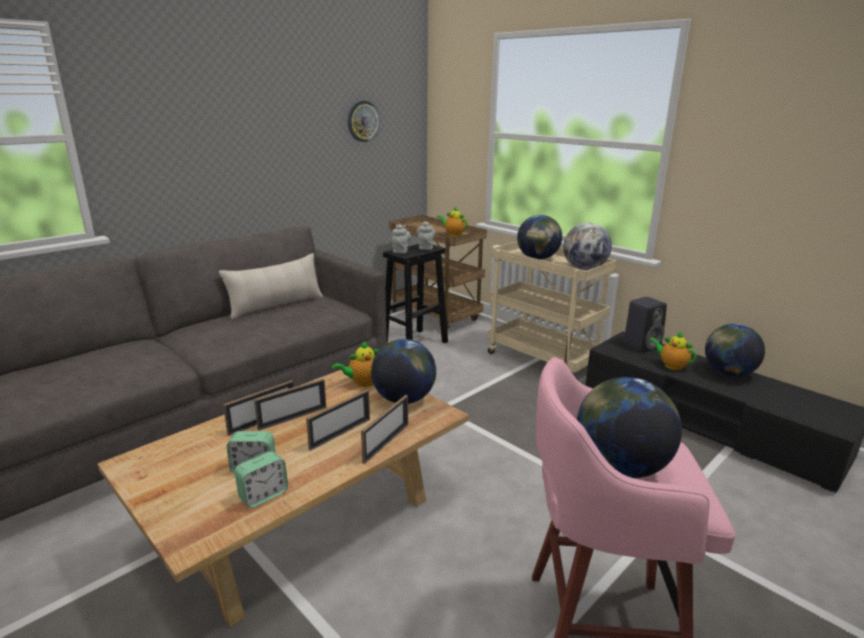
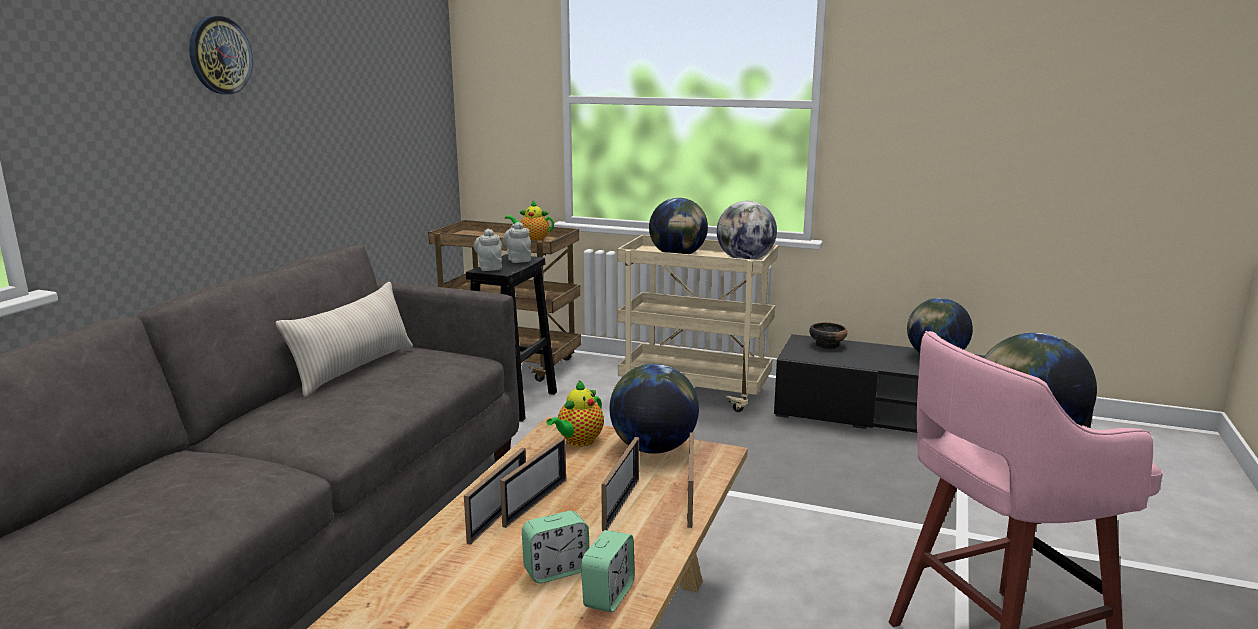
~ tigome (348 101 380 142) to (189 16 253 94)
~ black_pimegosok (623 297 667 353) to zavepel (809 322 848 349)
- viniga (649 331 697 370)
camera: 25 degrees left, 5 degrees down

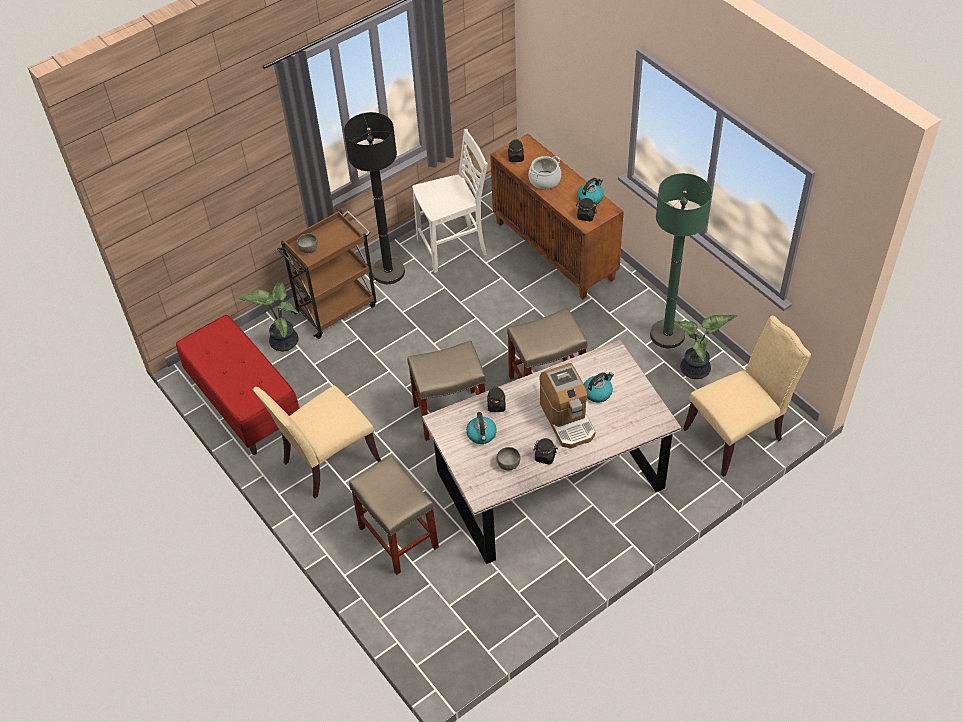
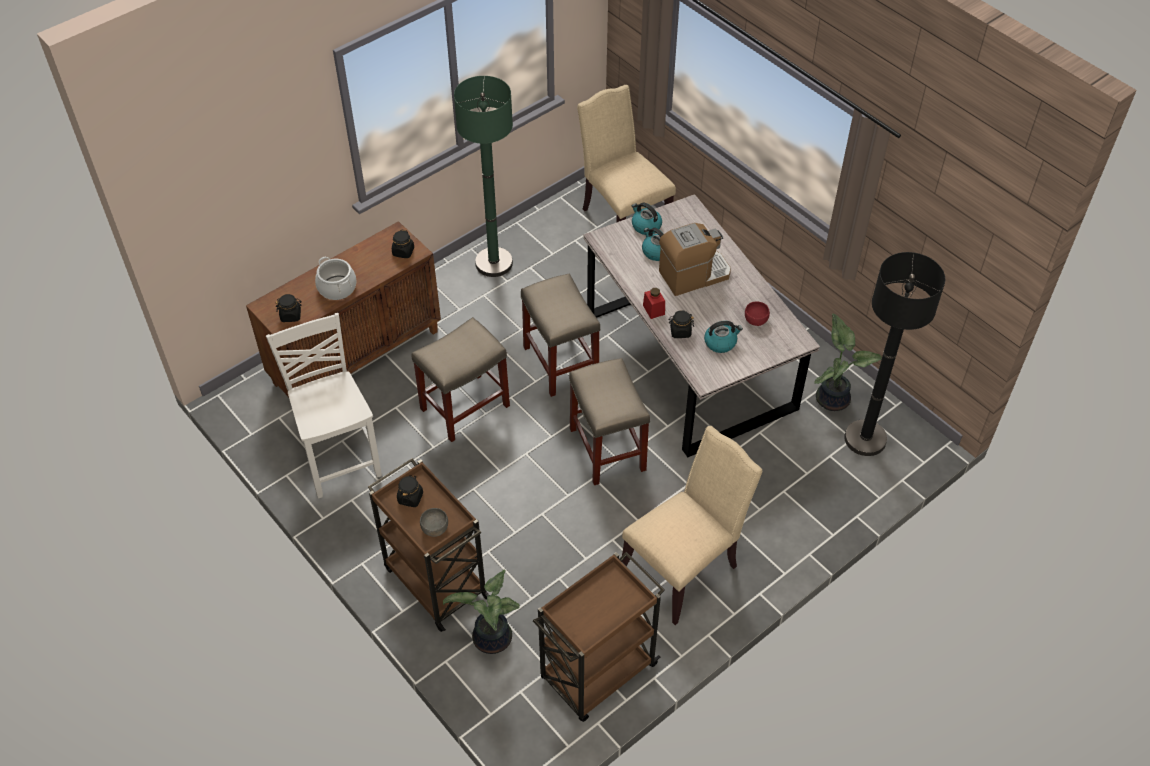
~ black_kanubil (344 112 405 284) to (844 252 945 456)
~ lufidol (577 178 604 205) to (632 203 662 235)
~ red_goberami (176 315 300 455) to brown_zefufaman (533 552 665 722)
~ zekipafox (674 315 738 379) to (814 314 882 411)
~ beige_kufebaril (253 386 381 498) = (622 426 762 625) 90 degrees counterclockwise
~ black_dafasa (533 438 558 465) to (397 475 423 507)
~ grey_zavepel (496 447 520 470) to red_zavepel (745 301 770 326)
~ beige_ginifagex (349 456 439 575) to (411 317 510 442)
+ red_dafasa (643 288 665 319)
camera: 95 degrees left, 0 degrees up

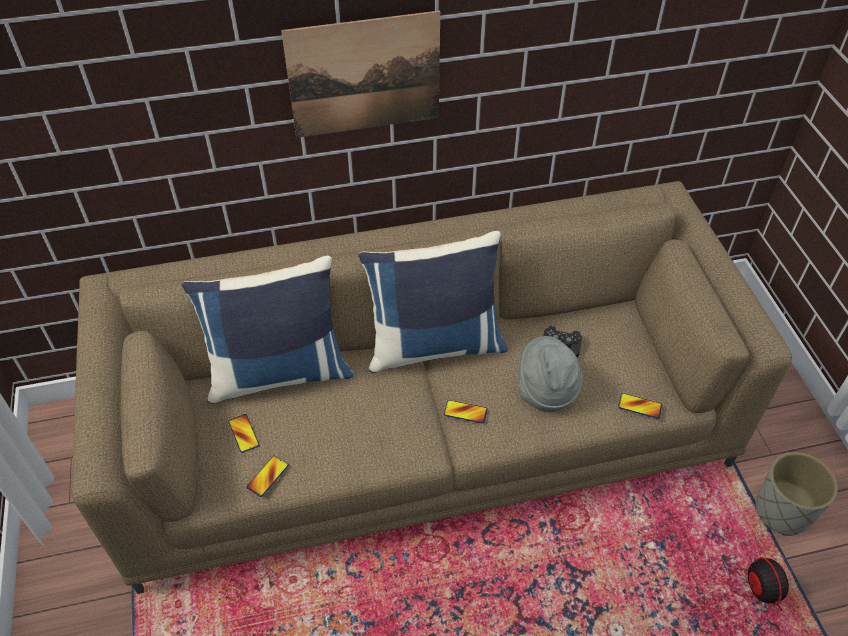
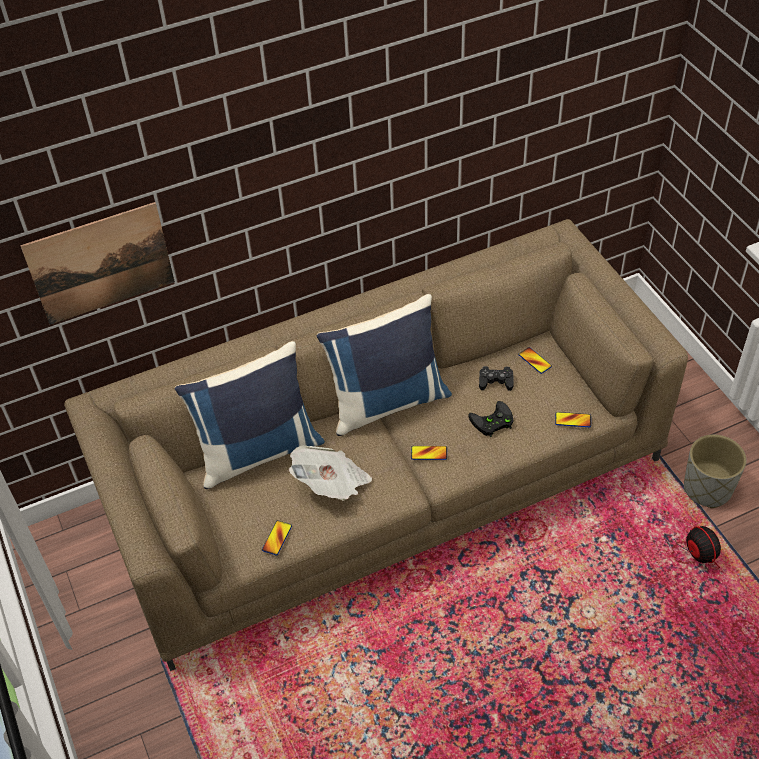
~ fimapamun (281 11 440 138) to (20 202 175 325)
~ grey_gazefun (518 336 583 412) to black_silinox (469 401 513 437)
~ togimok (228 414 259 453) to (518 347 552 374)
+ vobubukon (288 445 372 500)
camera: 10 degrees left, 0 degrees up

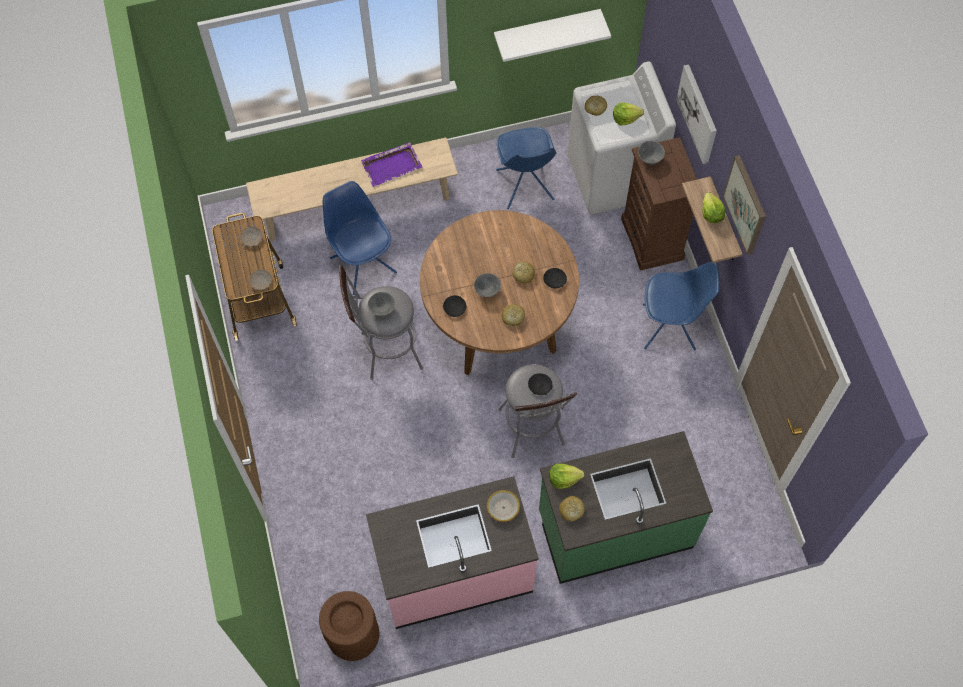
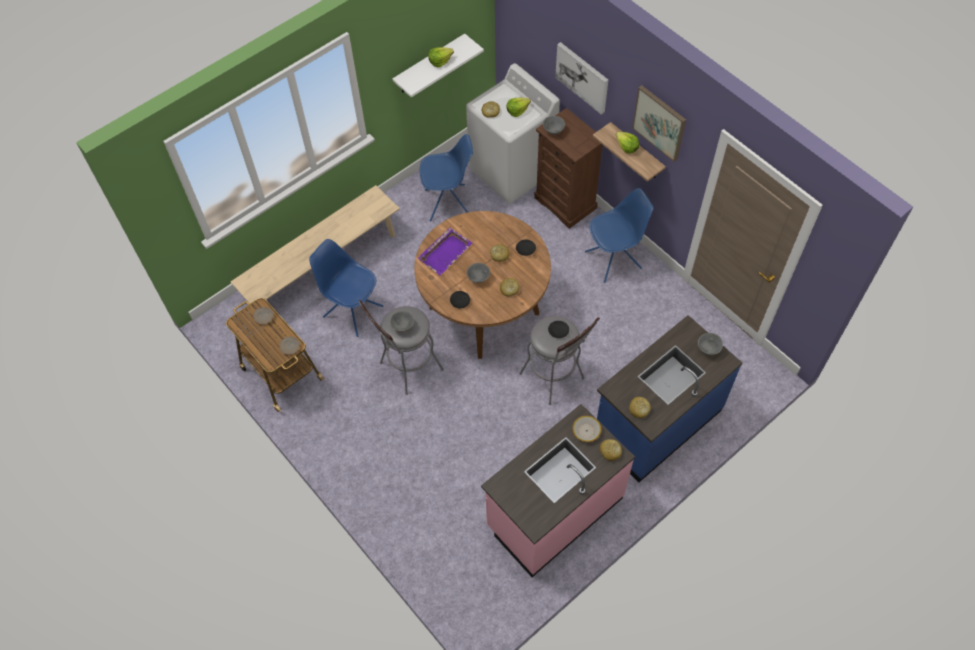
~ blue_kufebaril (496 127 557 209) = (420 134 473 221) 60 degrees counterclockwise
~ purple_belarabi (361 142 423 187) to (417 227 472 276)
~ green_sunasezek (539 431 713 584) to blue_sunasezek (597 315 742 482)
~ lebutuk (549 463 585 489) to (428 47 454 67)
- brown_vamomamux (319 591 380 661)
+ grey_zavepel (698 333 723 355)
+ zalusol (599 439 622 461)
camera: 25 degrees left, 5 degrees down

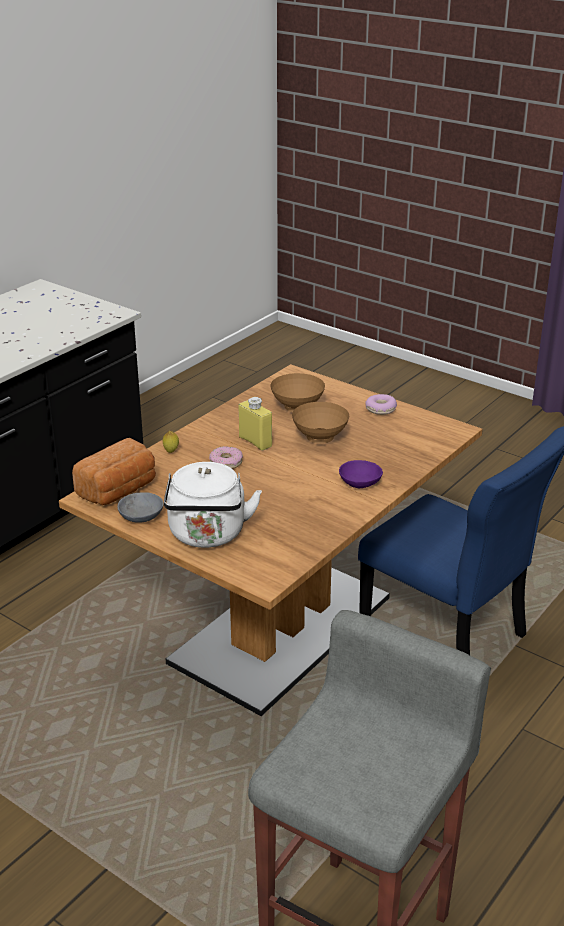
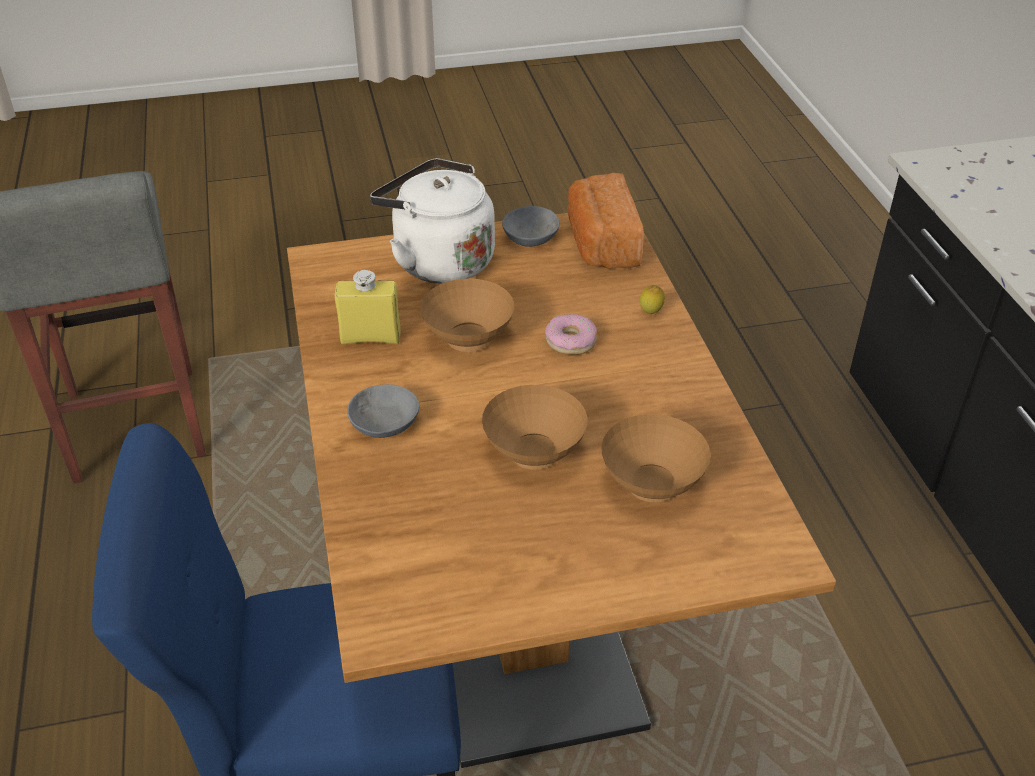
- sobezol (365 394 397 415)
~ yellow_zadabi (238 397 272 451) to (335 270 401 344)
~ purple_zavepel (339 460 383 488) to grey_zavepel (347 384 419 438)
+ brown_zavepel (420 279 514 352)
camera: 130 degrees right, 10 degrees up

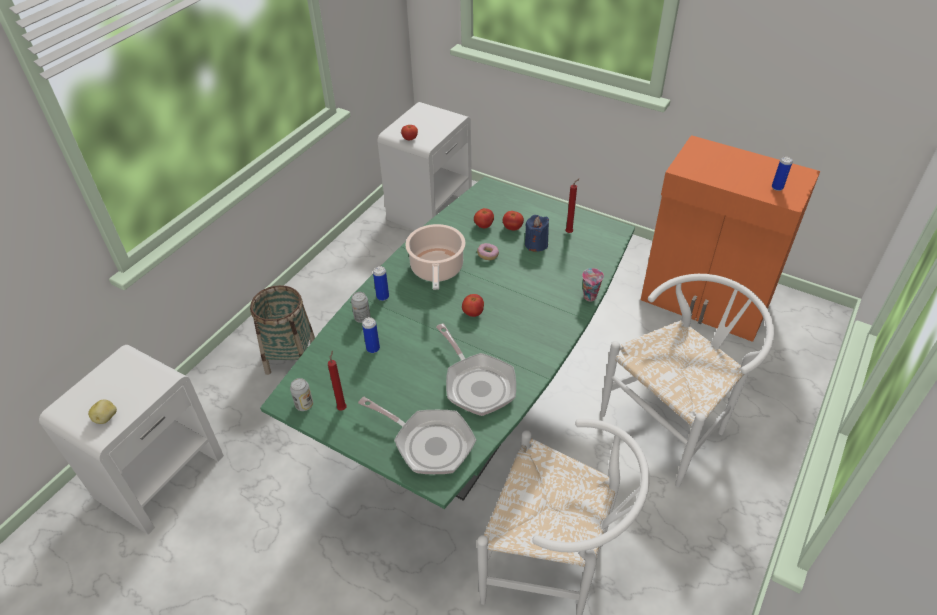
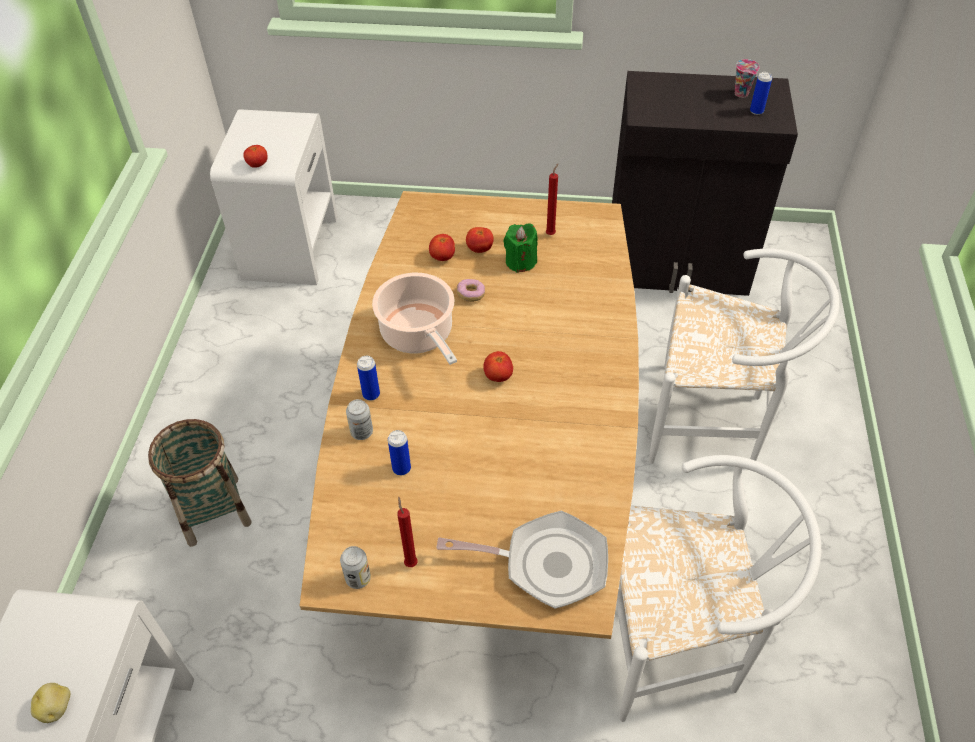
~ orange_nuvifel (641 135 820 342) to black_nuvifel (612 71 798 296)
~ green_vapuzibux (260 177 635 509) to brown_vapuzibux (300 191 639 639)
~ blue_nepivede (525 215 549 252) to green_nepivede (503 223 538 273)
~ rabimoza (582 268 604 301) to (735 59 760 98)
~ white_kufebaril (600 274 774 487) = (649 249 839 464) 75 degrees clockwise
- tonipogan (436 323 516 416)
camera: 25 degrees left, 5 degrees up

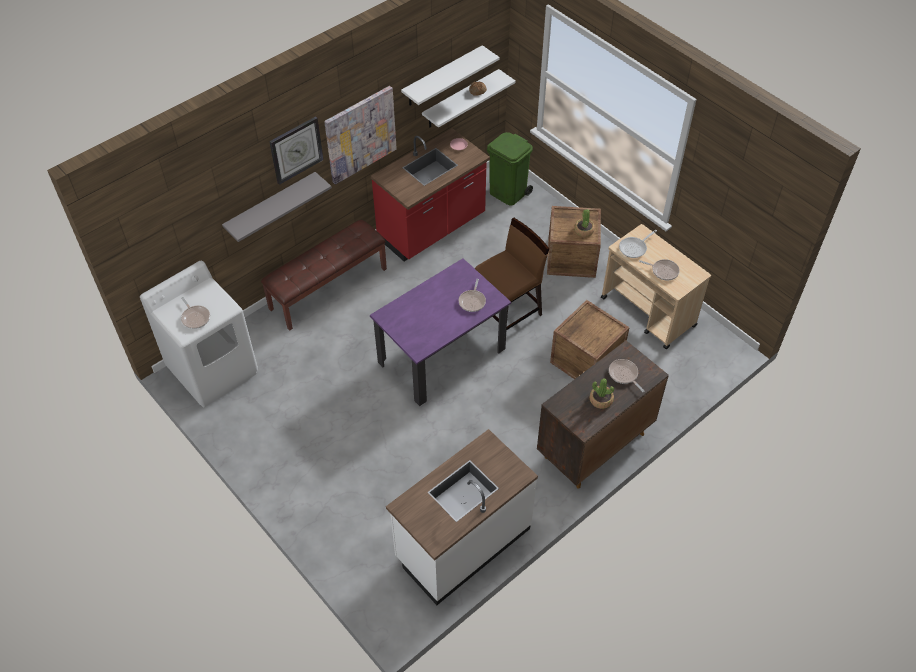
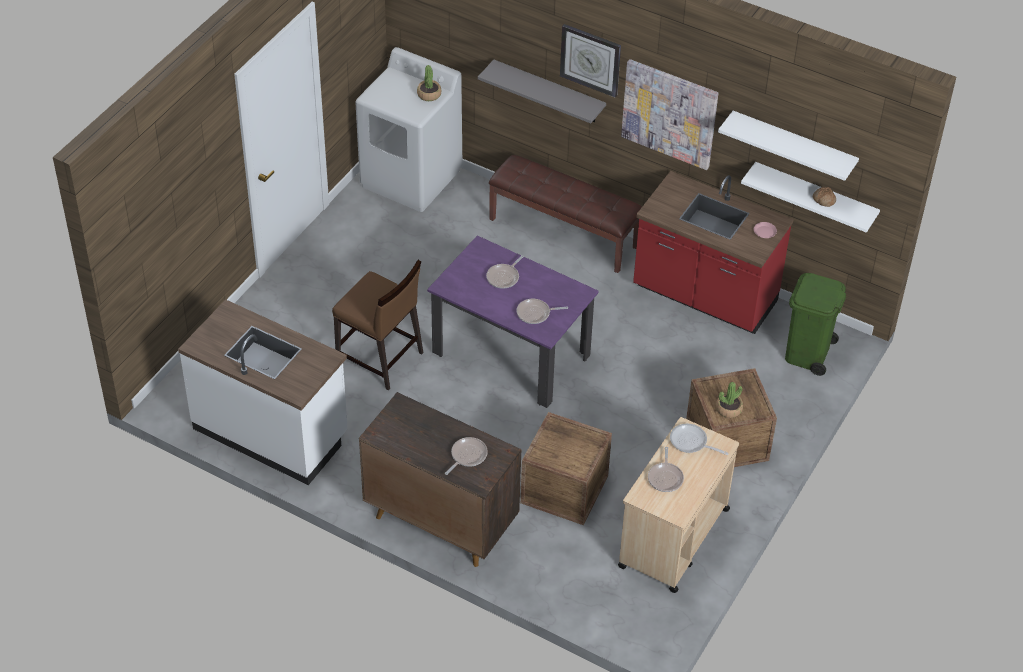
~ brown_kufebaril (475 218 549 330) to (332 260 423 390)
~ tonipogan (181 297 210 329) to (486 255 524 289)
~ zekipafox (590 378 614 409) to (417 65 441 101)
camera: 70 degrees right, 5 degrees down

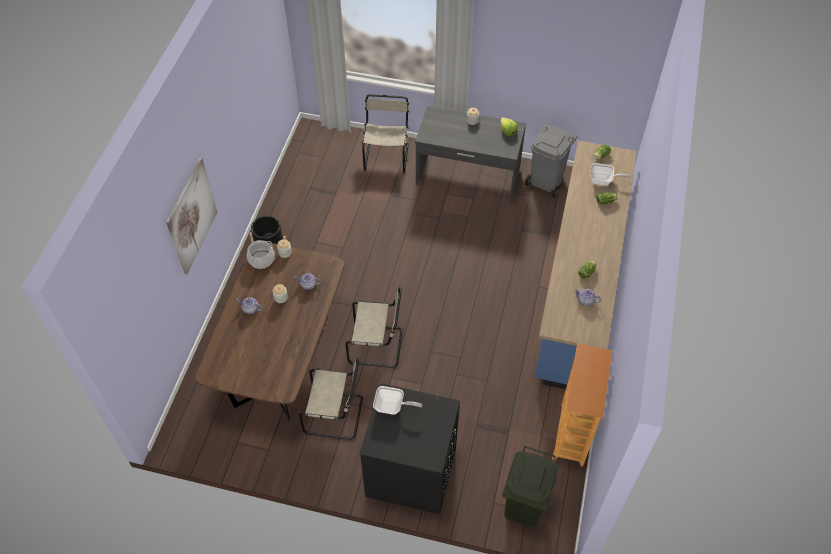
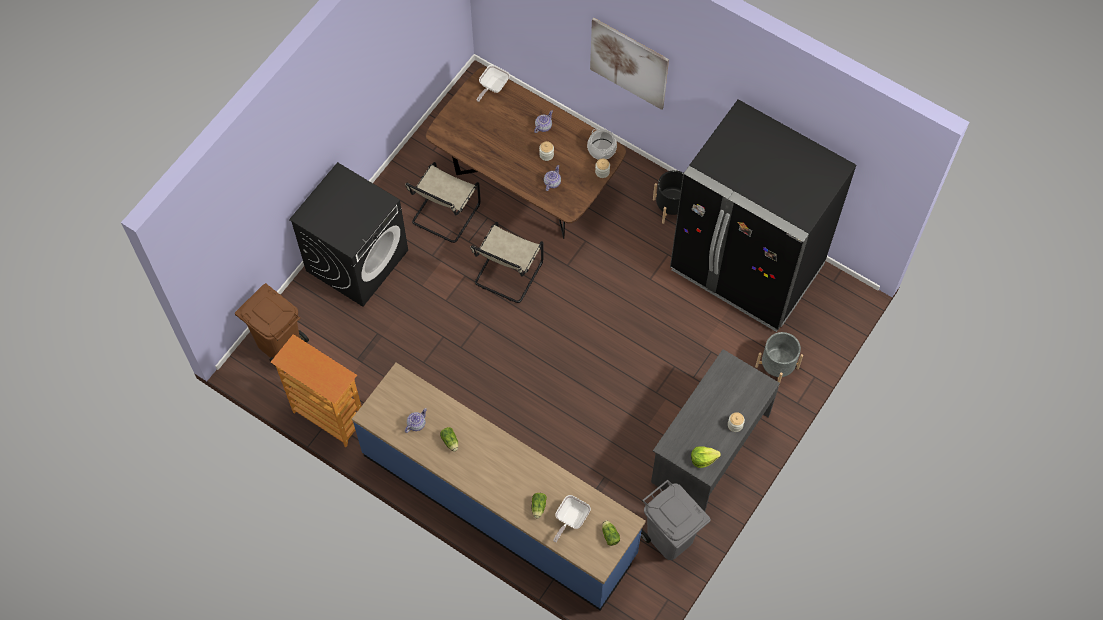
~ beige_kufebaril (362 94 409 173) to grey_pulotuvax (755 332 803 385)
~ tonipogan (373 386 422 415) to (477 65 510 102)
~ green_vamomamux (502 446 559 528) to brown_vamomamux (235 283 309 367)
+ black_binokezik (670 99 856 332)
camera: 110 degrees right, 10 degrees up

